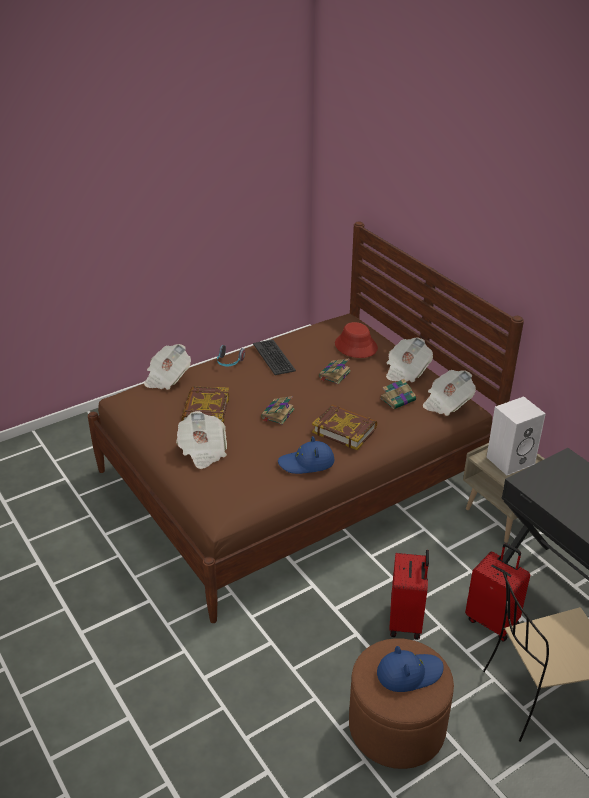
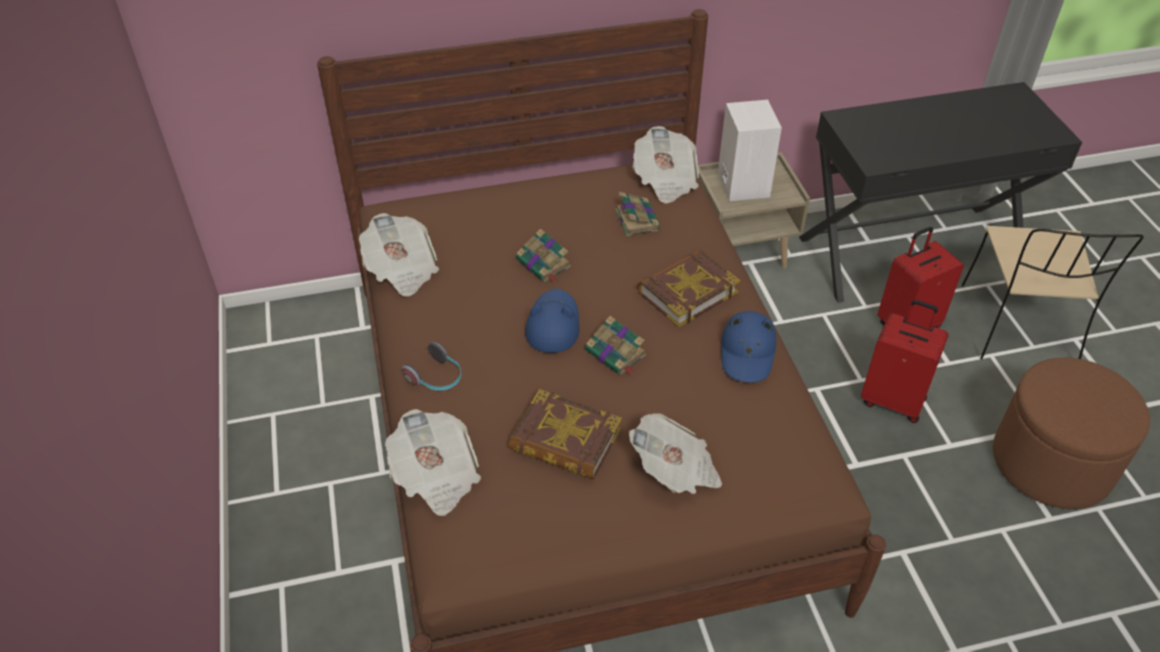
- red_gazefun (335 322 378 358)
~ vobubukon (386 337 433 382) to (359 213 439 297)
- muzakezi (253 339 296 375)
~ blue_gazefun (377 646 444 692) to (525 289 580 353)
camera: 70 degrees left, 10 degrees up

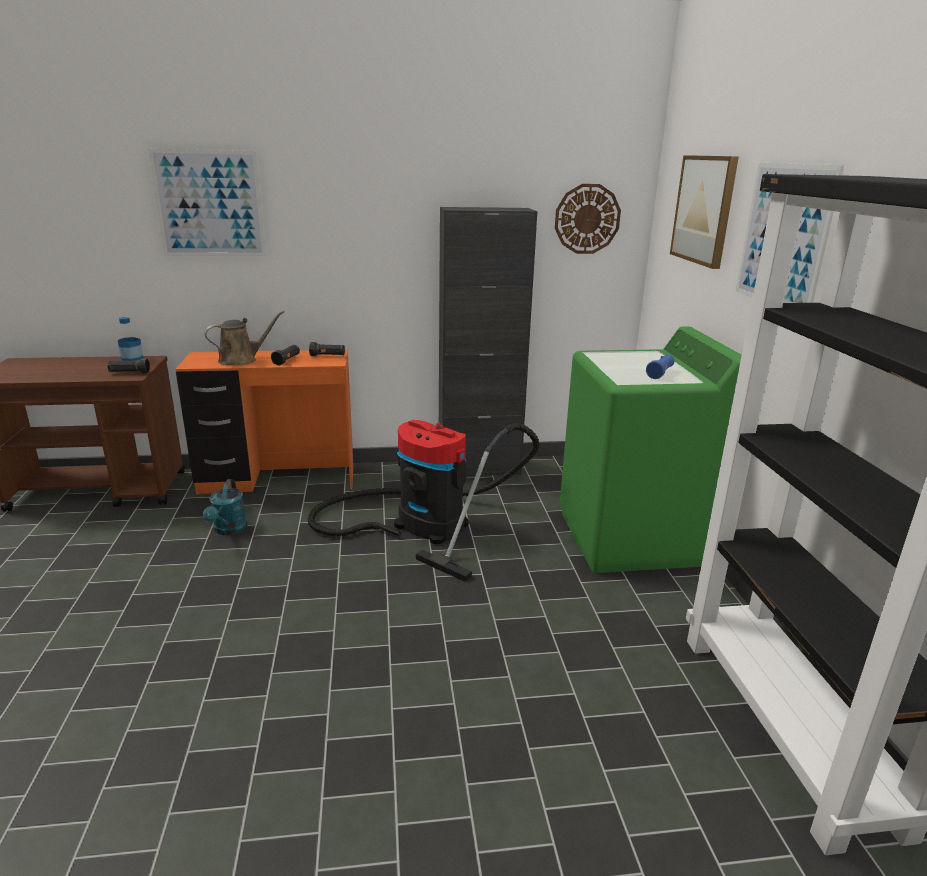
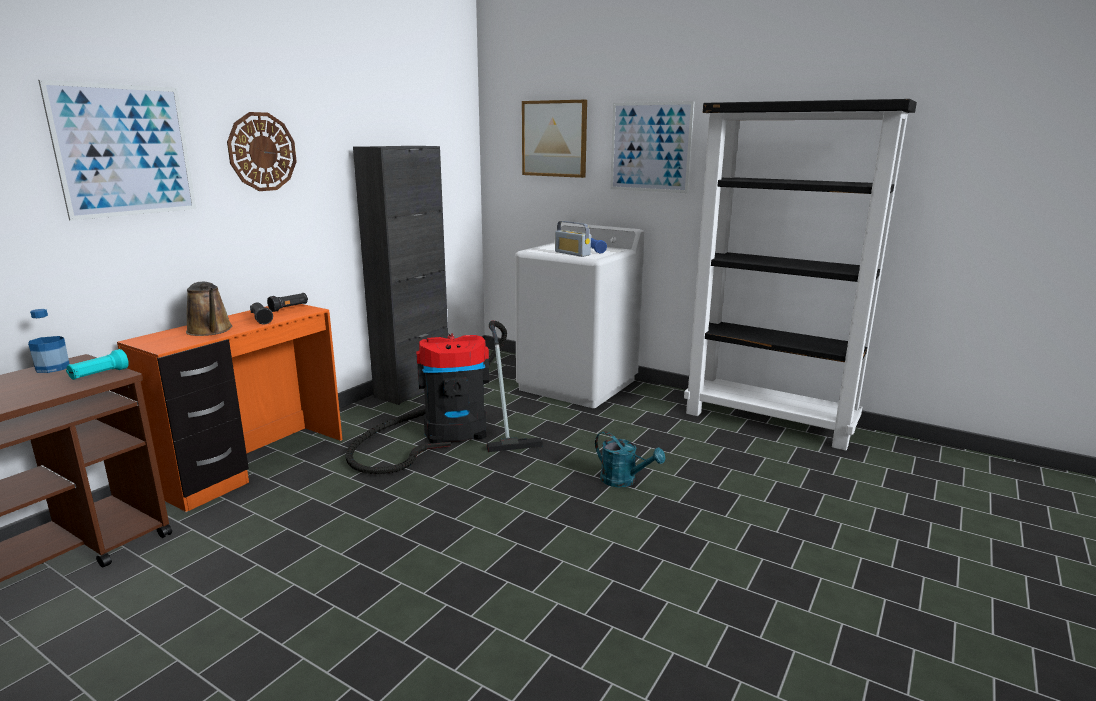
~ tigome (555 184 621 254) to (227 112 297 191)
~ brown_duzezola (205 311 284 366) = (186 282 233 336) 135 degrees clockwise
~ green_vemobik (560 326 742 573) to white_vemobik (515 223 644 408)
~ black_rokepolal (107 358 150 373) to turquoise_rokepolal (66 349 129 380)
~ turquoise_duzezola (203 479 247 535) to (595 431 665 488)
+ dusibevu (555 221 591 257)
camera: 50 degrees left, 5 degrees down

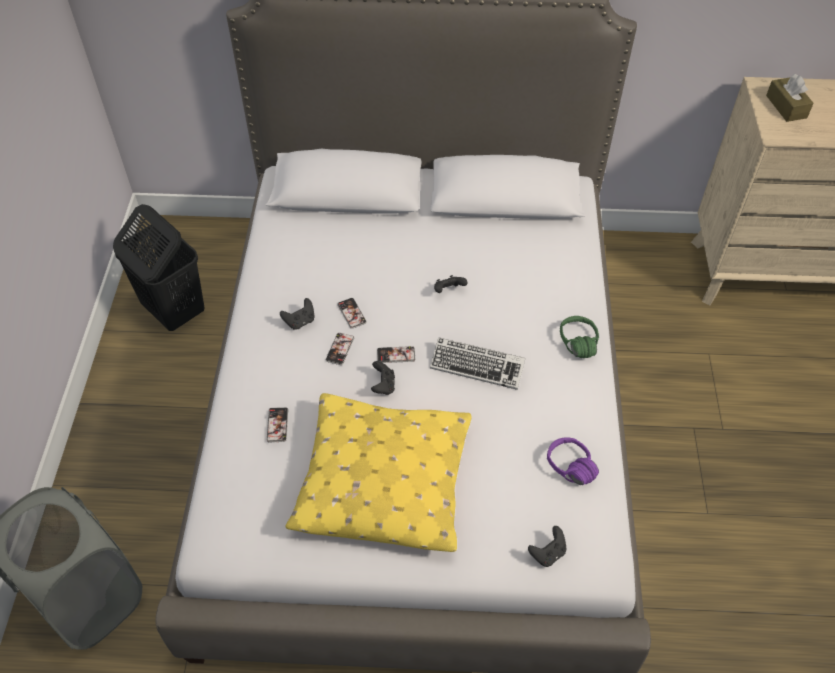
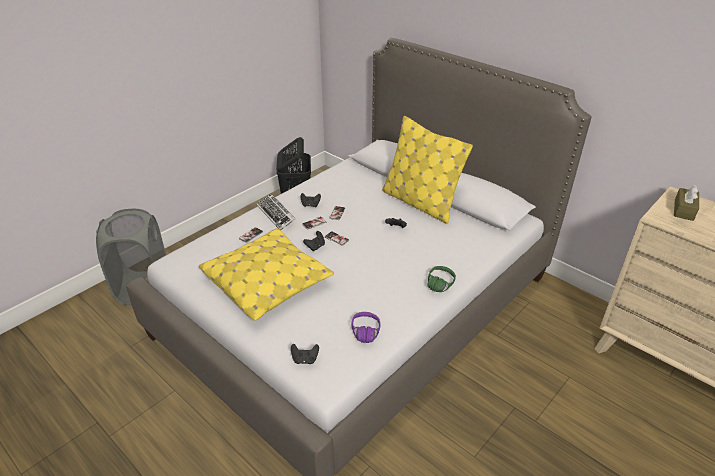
~ muzakezi (430 337 525 390) to (257 194 296 230)
+ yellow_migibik (382 116 473 224)
camera: 40 degrees right, 15 degrees down

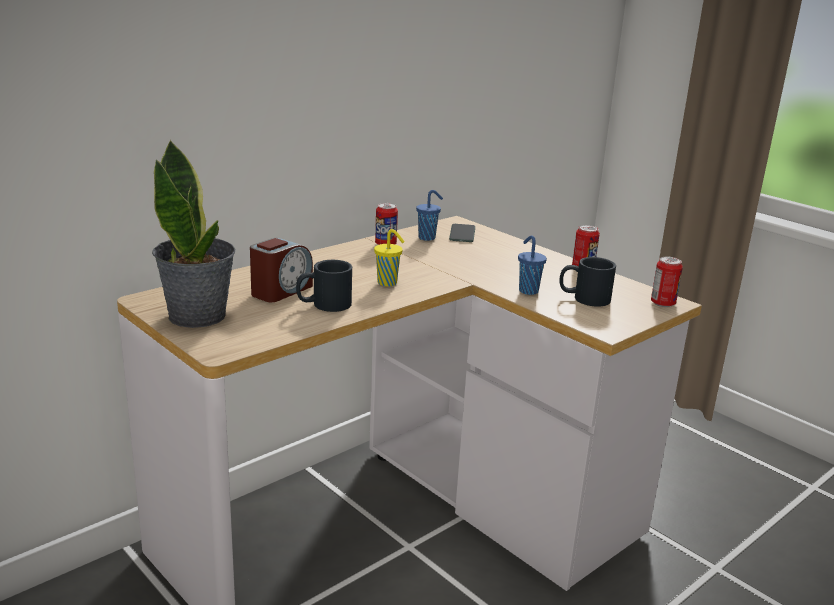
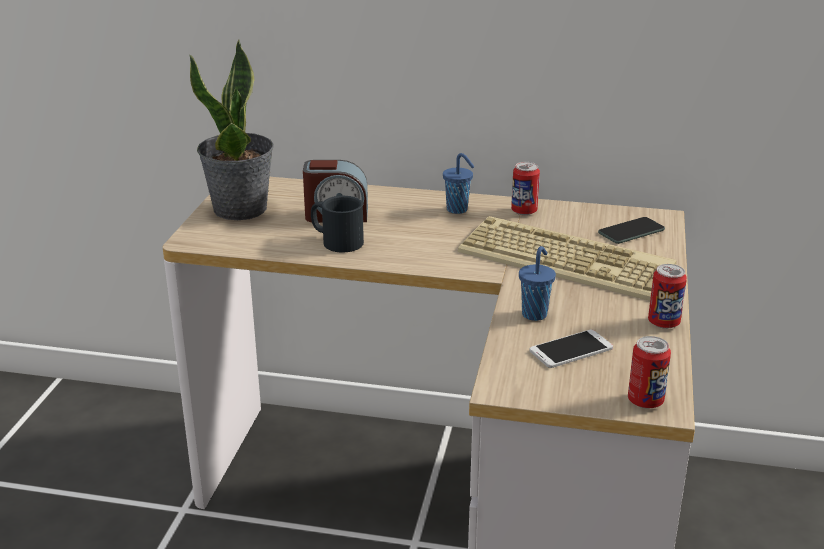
~ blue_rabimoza (416 190 443 241) to (443 153 475 214)
- yellow_rabimoza (374 229 405 286)
~ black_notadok (559 257 616 307) to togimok (529 330 613 368)
+ muzakezi (458 216 677 301)
camera: 55 degrees right, 5 degrees up

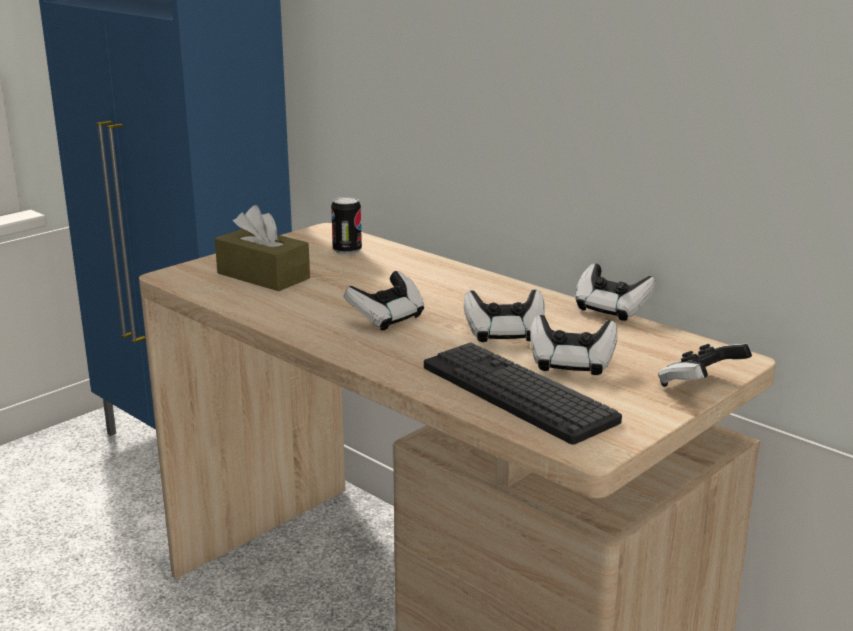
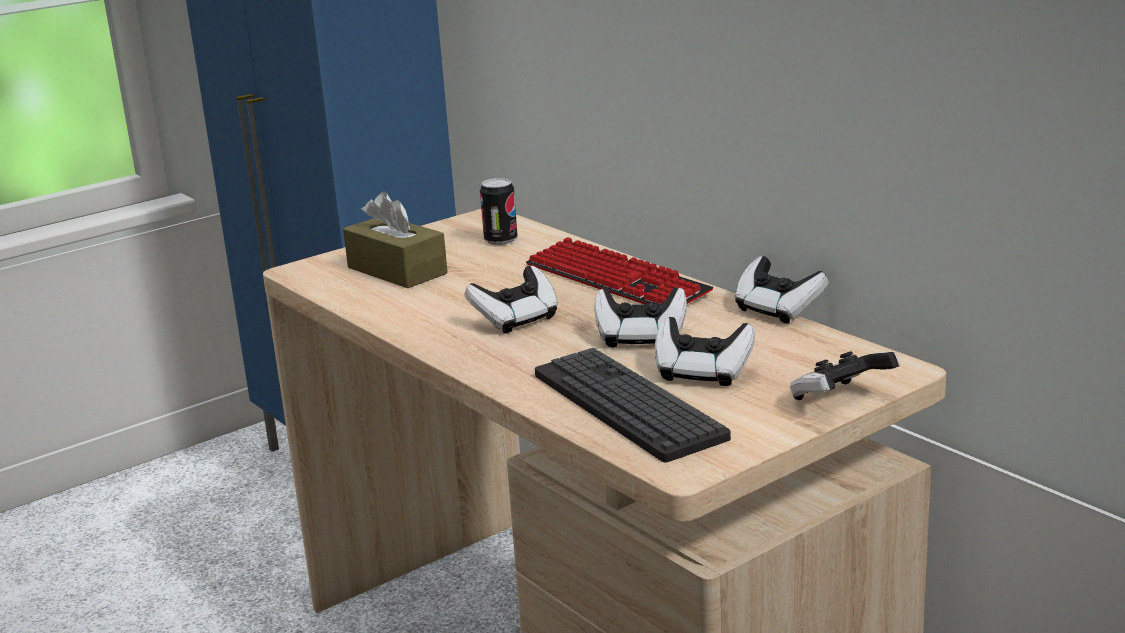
+ muzakezi (526 237 713 304)
camera: 10 degrees right, 0 degrees up

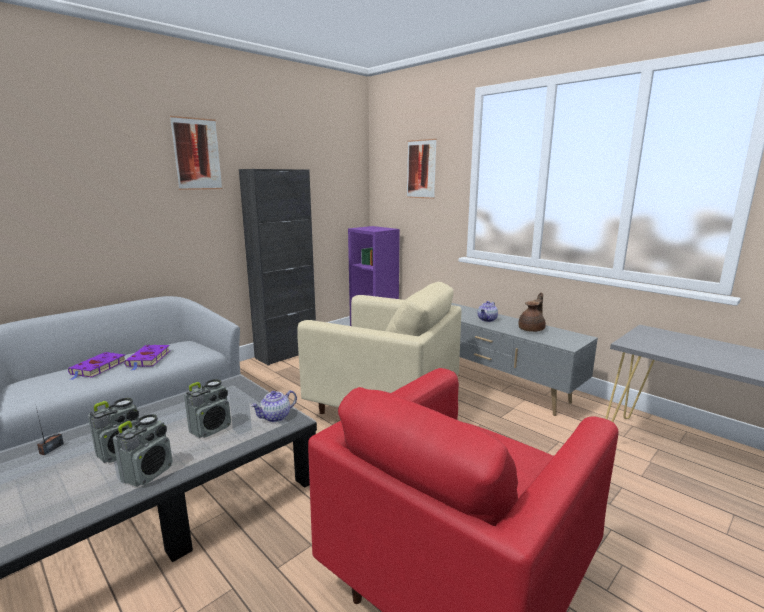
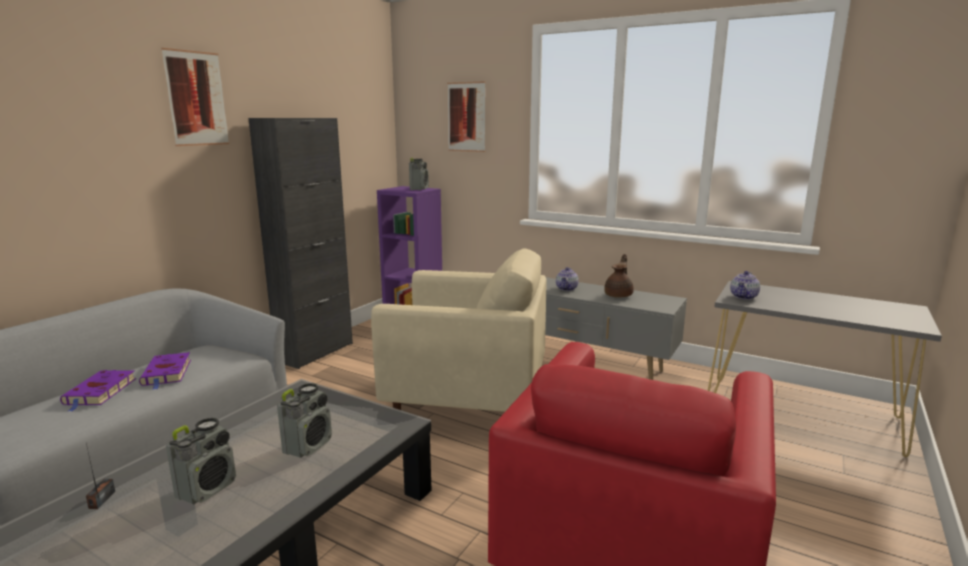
~ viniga (251 390 297 422) to (730 271 760 300)
~ dusibevu (113 414 173 487) to (409 158 429 190)
camera: 15 degrees left, 0 degrees up

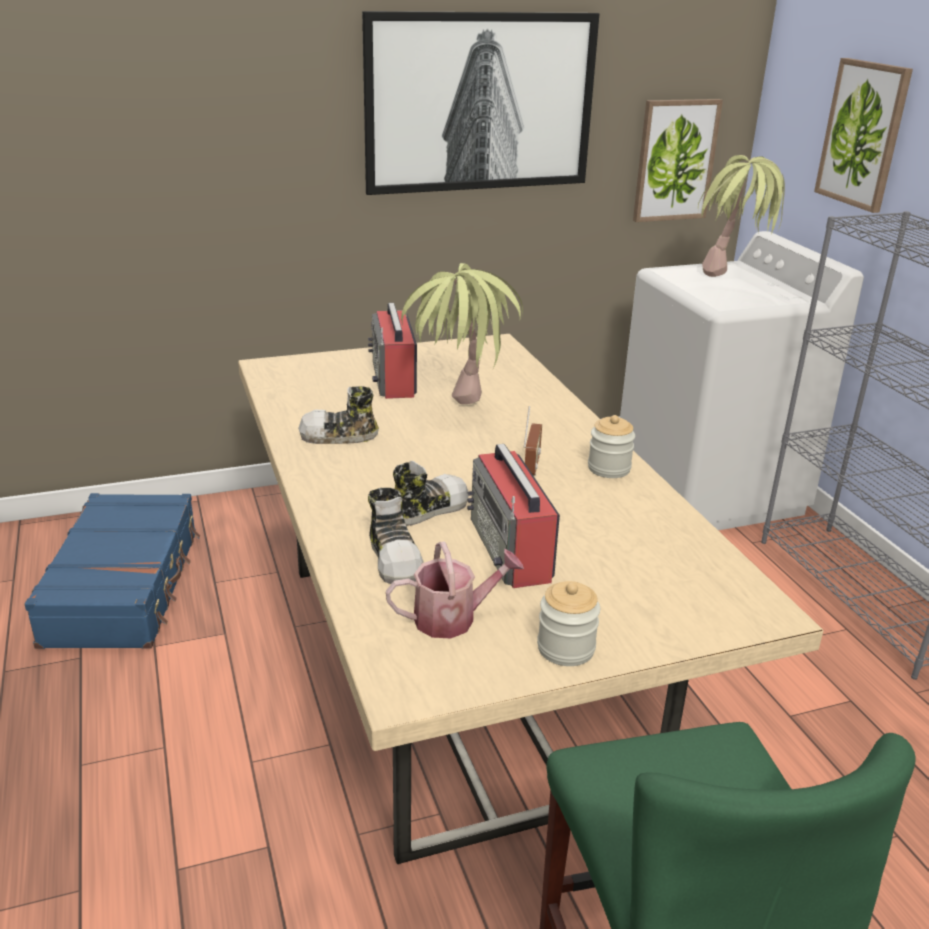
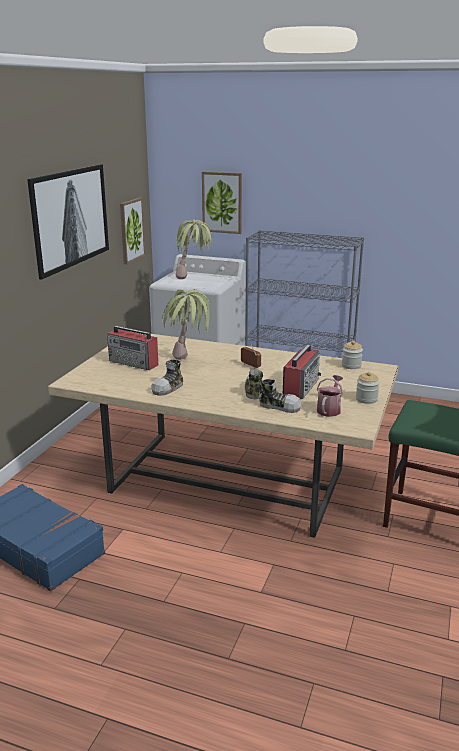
~ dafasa (588 415 635 478) to (342 341 363 369)
~ dusibevu (467 444 560 588) = (283 343 321 399) 90 degrees counterclockwise
camera: 50 degrees left, 5 degrees down

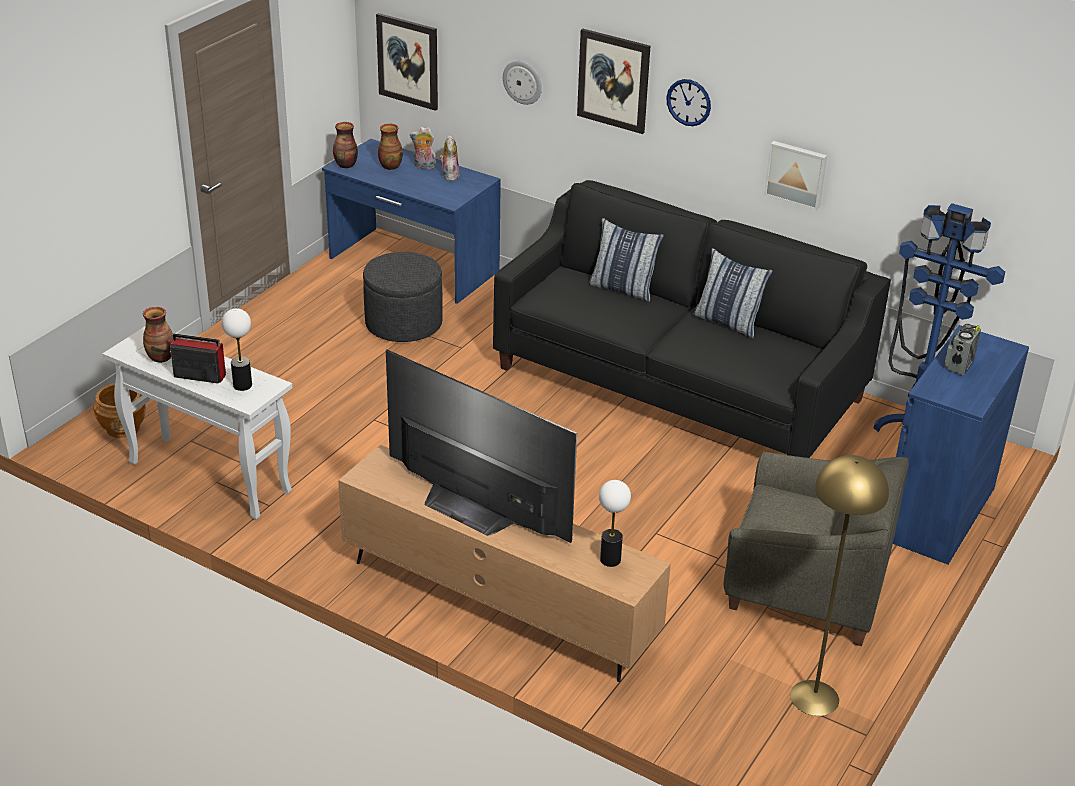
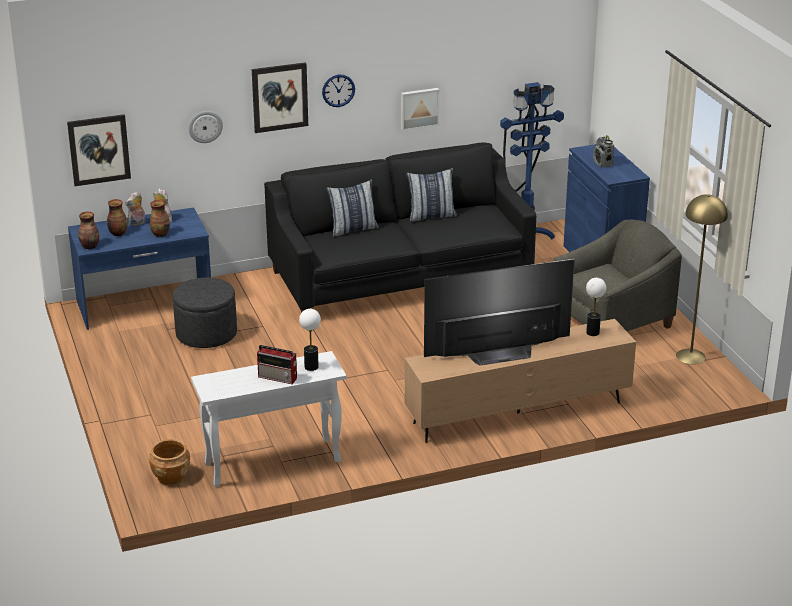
~ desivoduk (143 307 173 363) to (150 200 170 237)
~ dusibevu (170 334 226 384) = (257 345 297 384) 120 degrees counterclockwise
camera: 50 degrees left, 5 degrees down

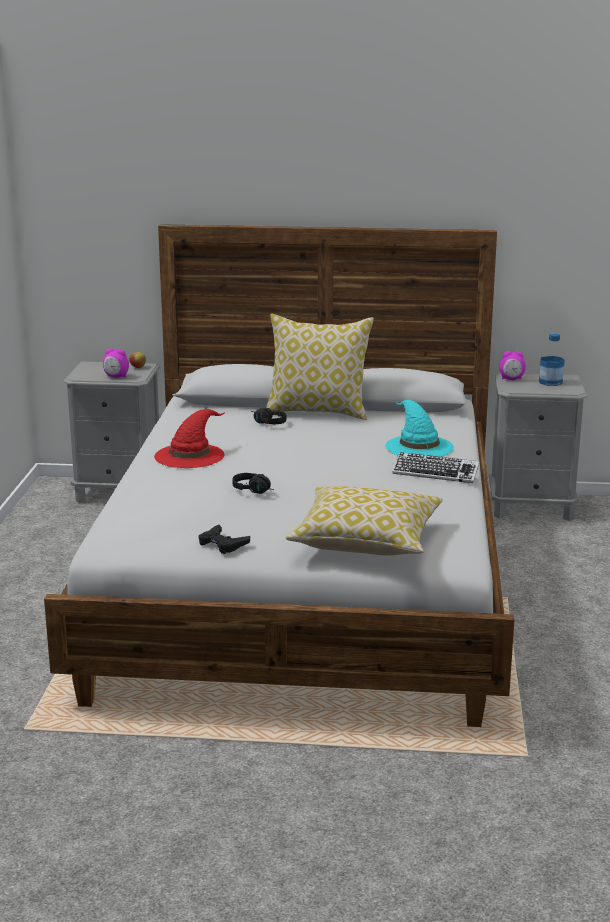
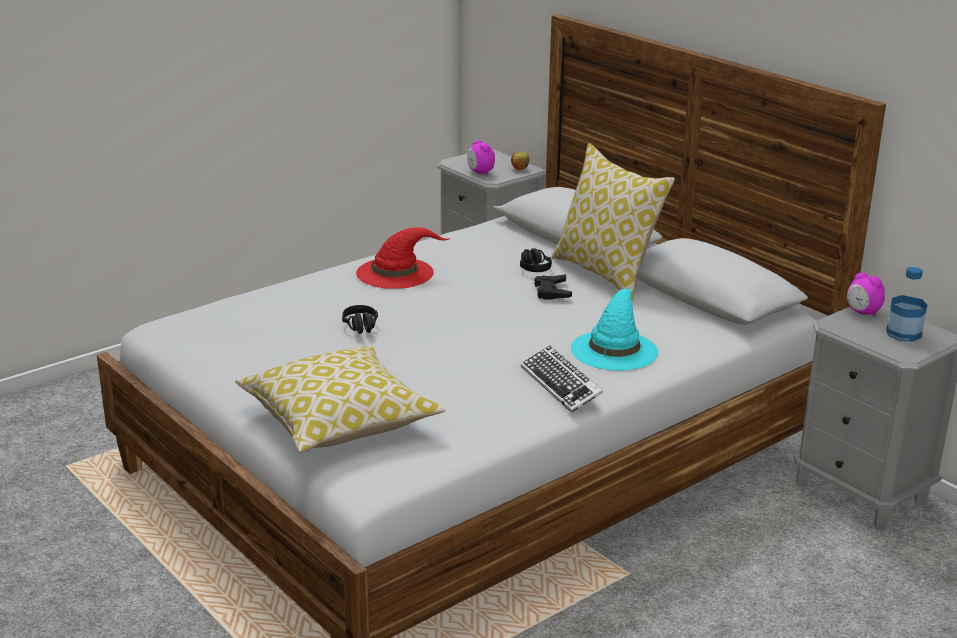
~ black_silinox (199 525 250 554) to (534 275 572 299)
camera: 45 degrees right, 5 degrees up

